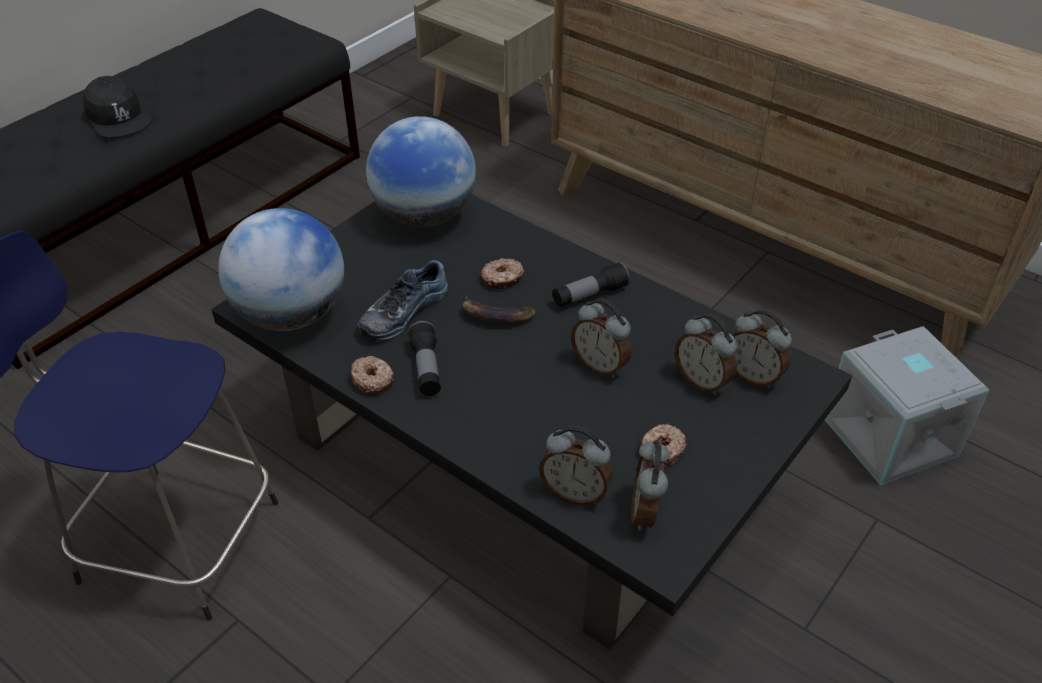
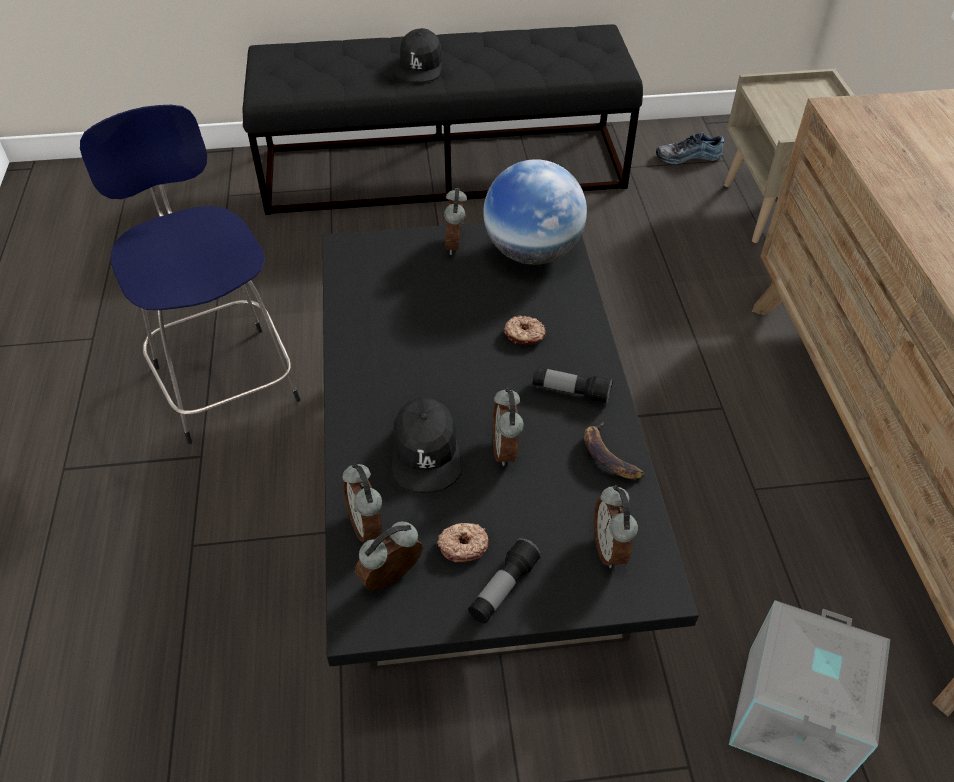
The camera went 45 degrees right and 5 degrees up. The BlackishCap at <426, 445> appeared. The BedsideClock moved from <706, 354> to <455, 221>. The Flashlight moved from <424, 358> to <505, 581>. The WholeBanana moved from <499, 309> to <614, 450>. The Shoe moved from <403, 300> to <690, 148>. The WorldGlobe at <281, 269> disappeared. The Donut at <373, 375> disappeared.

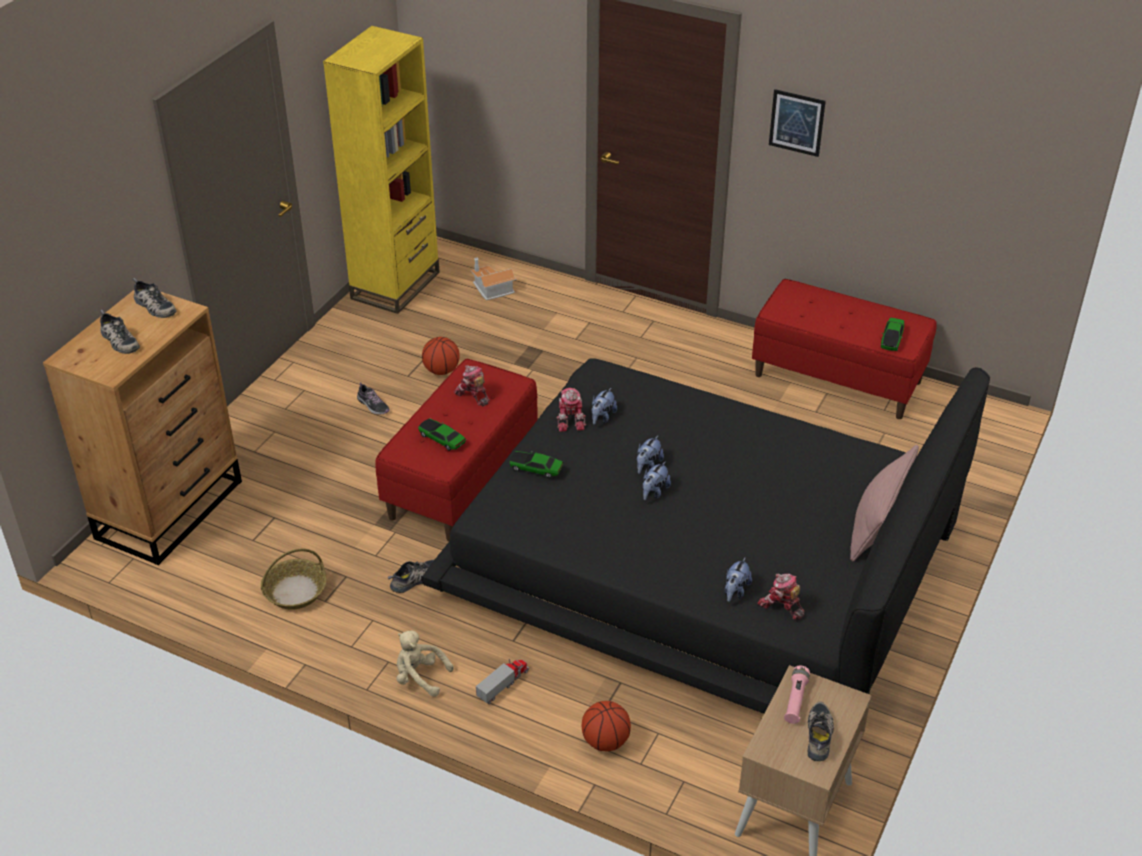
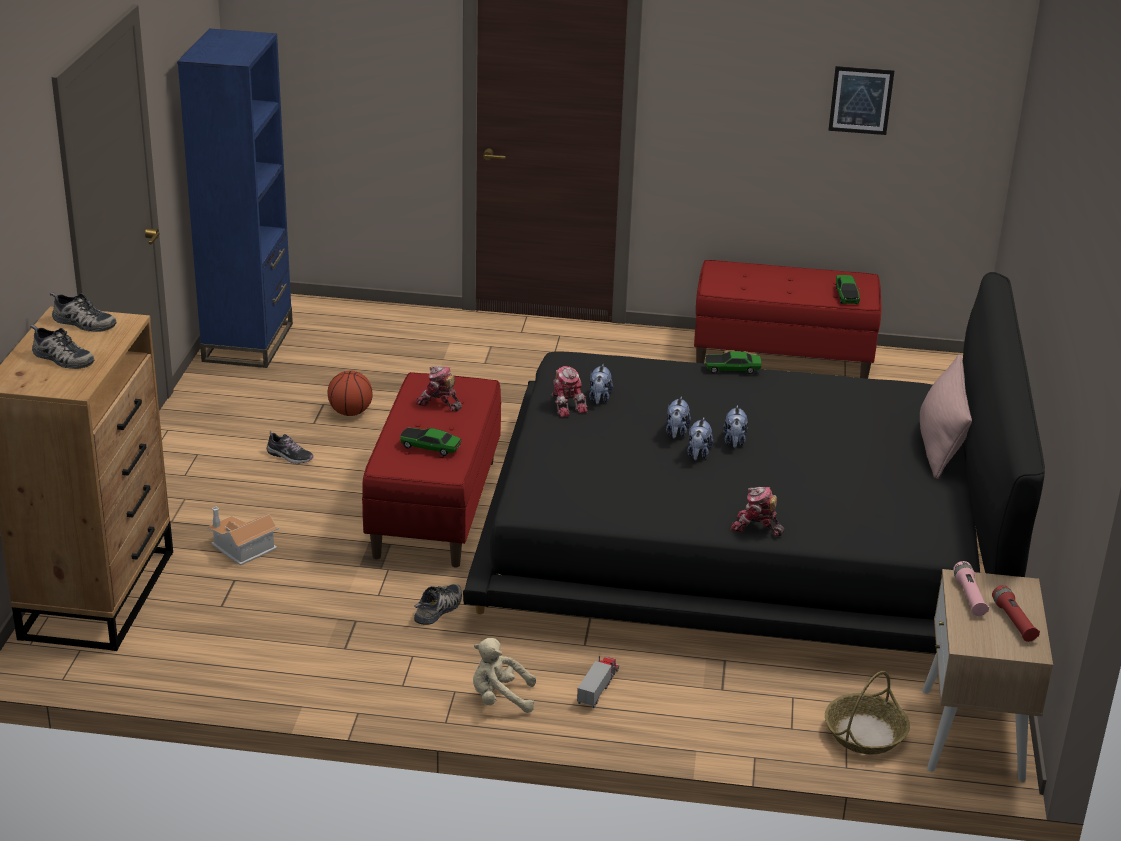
The camera went 20 degrees left and 10 degrees down. The YellowishBookcase at <381, 170> became the BlueColouredBookcase at <235, 198>. The ToyHouse moved from <493, 279> to <243, 536>. The MiniatureCar moved from <536, 464> to <733, 362>. The PlushToy moved from <738, 579> to <735, 426>. The ToyRobot moved from <780, 597> to <757, 511>. The Basket moved from <294, 579> to <867, 712>. The WallPicture moved from <797, 123> to <861, 100>. The Shoe at <820, 731> was replaced by the RedColouredFlashlight at <1016, 613>. The BallForBasketball at <606, 726> disappeared.

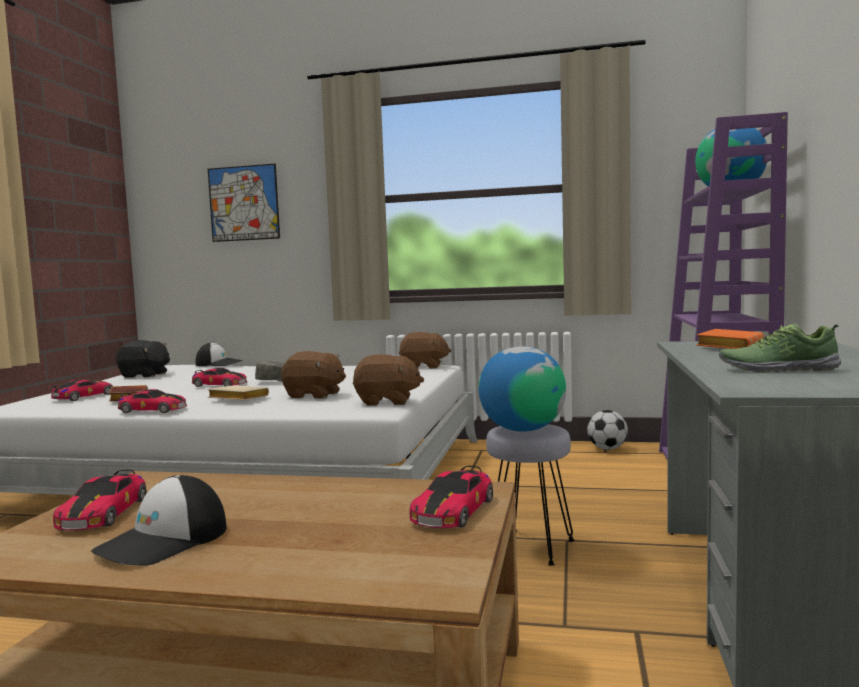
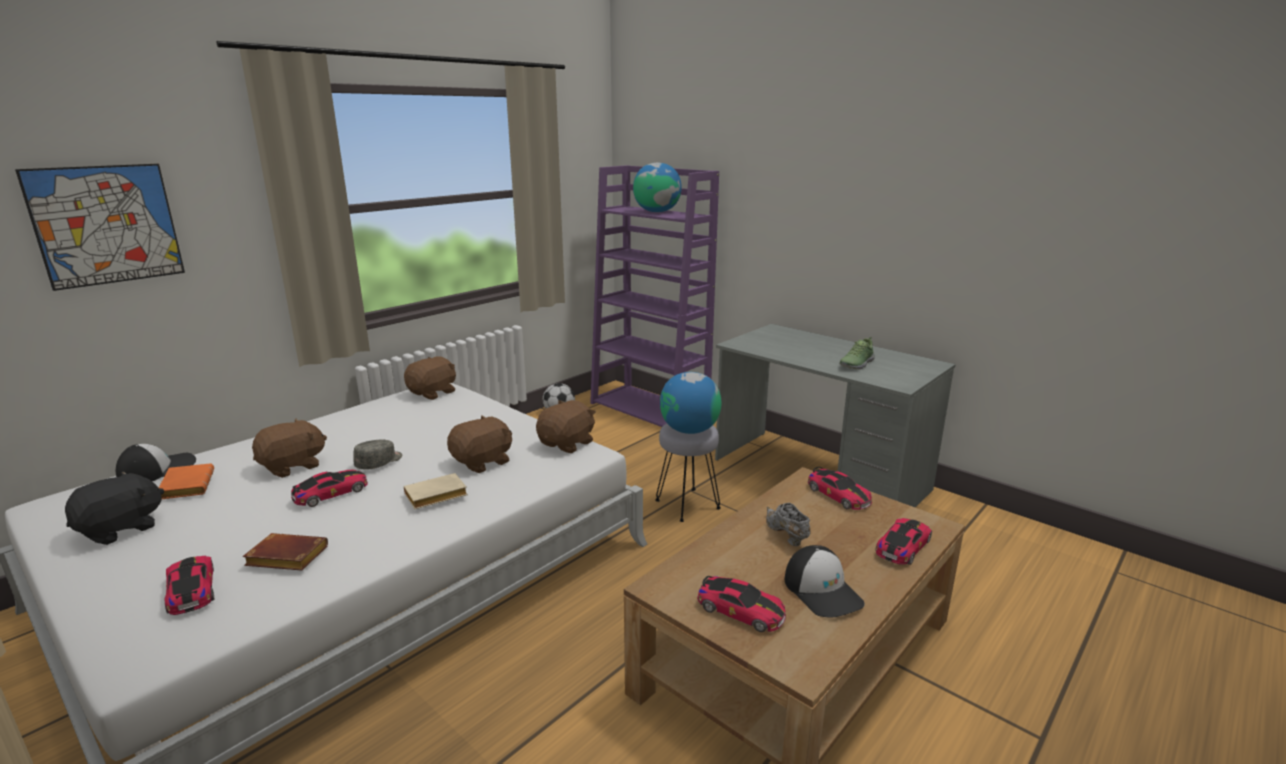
The camera went 60 degrees left and 15 degrees up. The OrangeVolume moved from <730, 339> to <186, 481>. The BrownishPlushToy at <289, 448> appeared. The GrayShoe at <788, 524> appeared. The MiniatureCar moved from <152, 401> to <903, 541>.

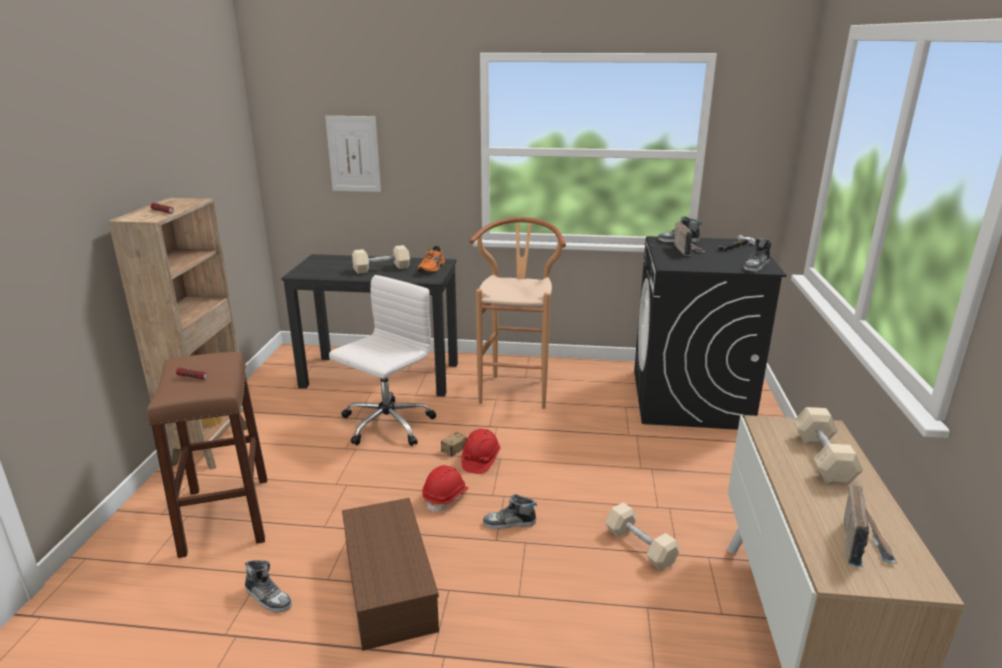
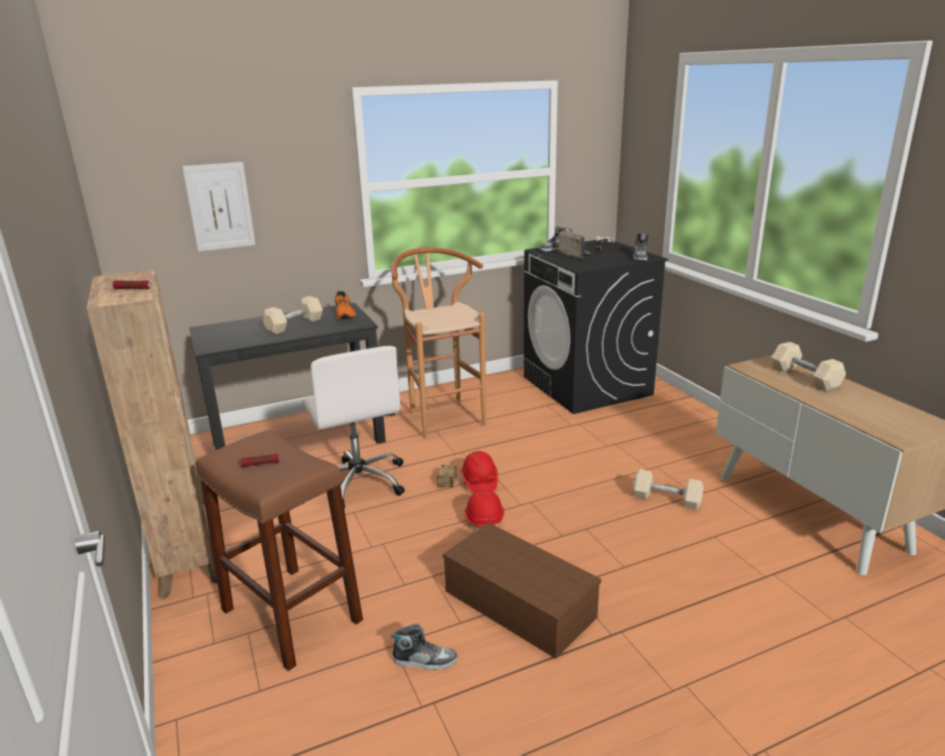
The camera went 30 degrees left and 0 degrees up. The WhitishDeskChair at <383, 360> turned 150 degrees clockwise. The Shoe at <510, 511> disappeared. The Radio at <871, 526> disappeared.

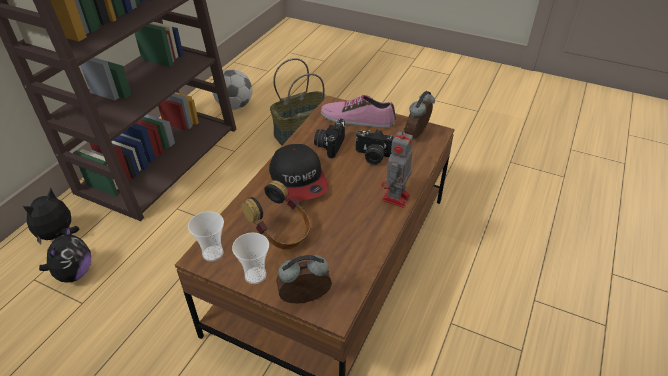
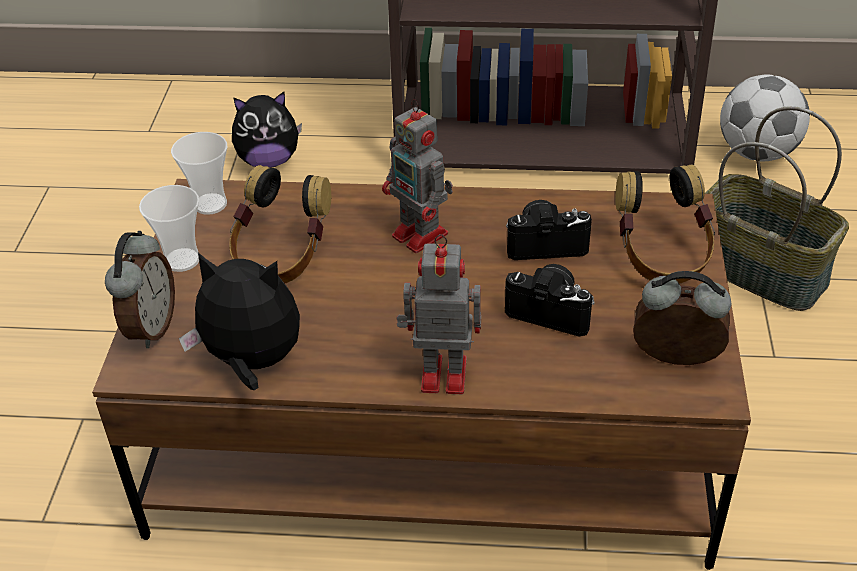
The camera went 70 degrees right and 0 degrees up. The BedsideClock at <304, 279> turned 45 degrees clockwise. The PlushToy moved from <51, 216> to <239, 321>. The Cap at <299, 172> was replaced by the ToyRobot at <417, 176>. The PhotoCamera at <374, 147> turned 120 degrees clockwise. The Shoe at <358, 111> was replaced by the PairOfHeadphones at <665, 224>.

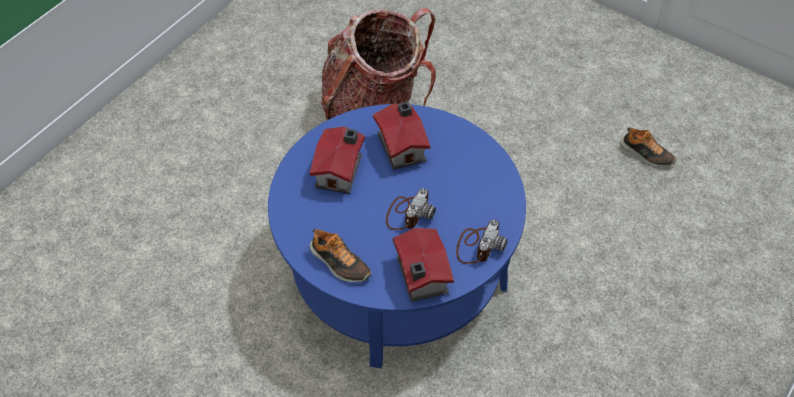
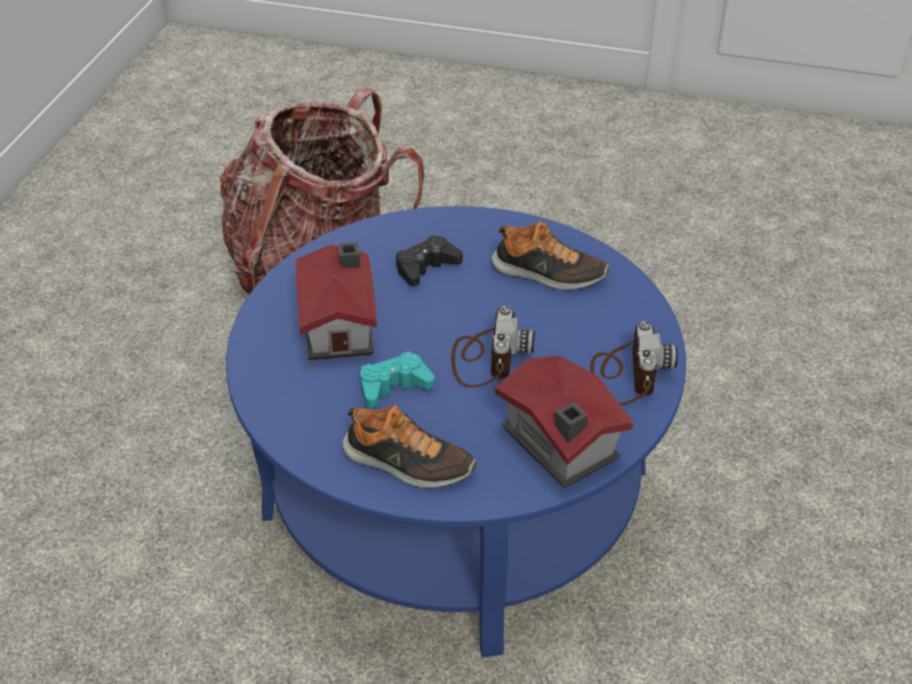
The camera went 20 degrees left and 10 degrees down. The BlueGreenJoypad at <397, 379> appeared. The ToyHouse at <402, 136> was replaced by the BlackishJoypad at <429, 260>. The Shoe moved from <648, 147> to <550, 255>.

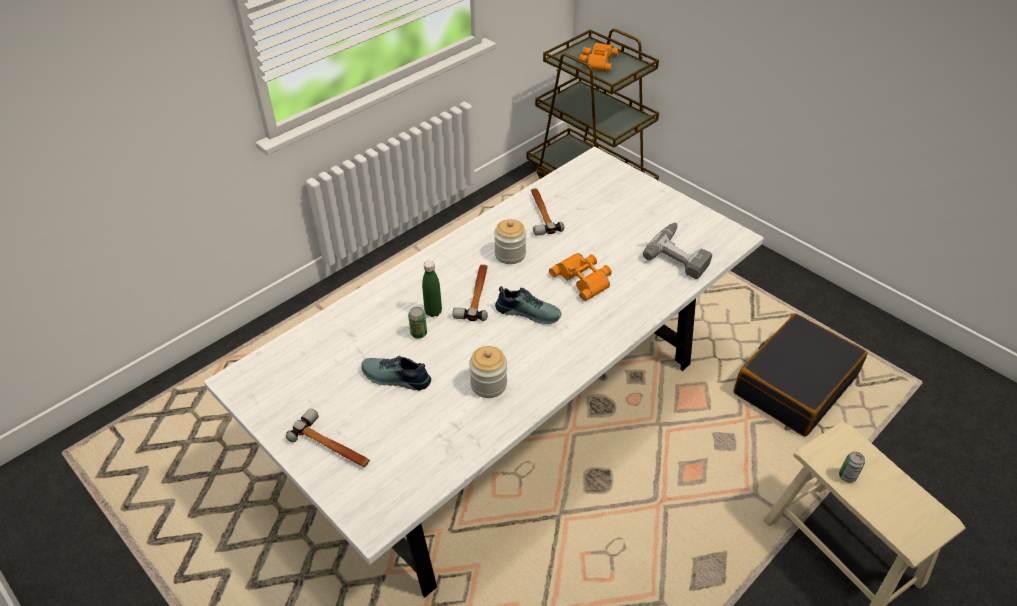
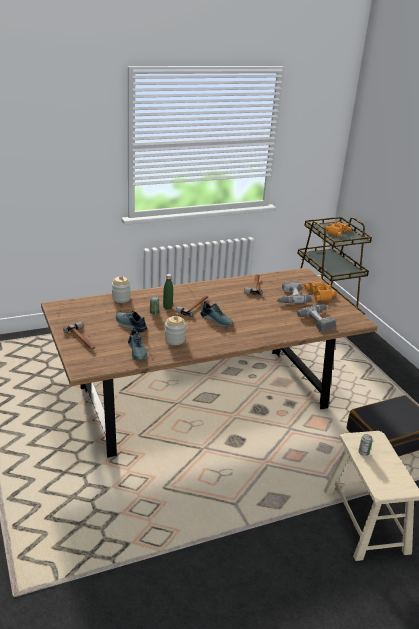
The camera went 20 degrees right and 15 degrees down. The WhitishKitchenTable at <484, 372> became the BrownishKitchenTable at <209, 363>. The StorageJar moved from <510, 241> to <121, 289>. The Shoe at <138, 343> appeared. The Drill at <294, 292> appeared. The OrangeFieldGlasses moved from <580, 277> to <320, 291>.

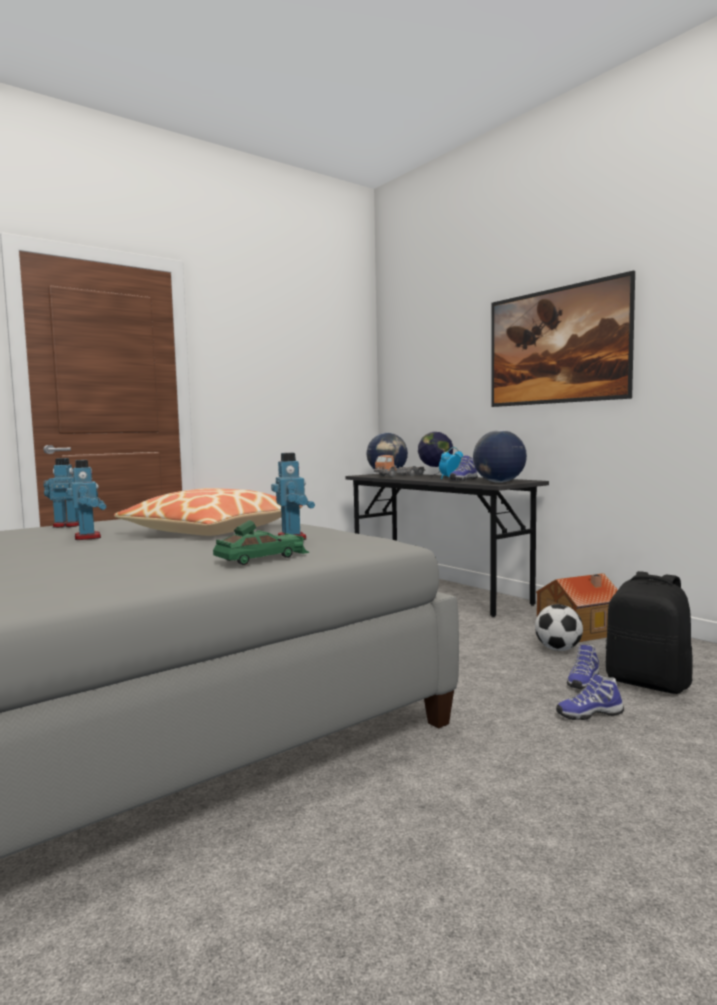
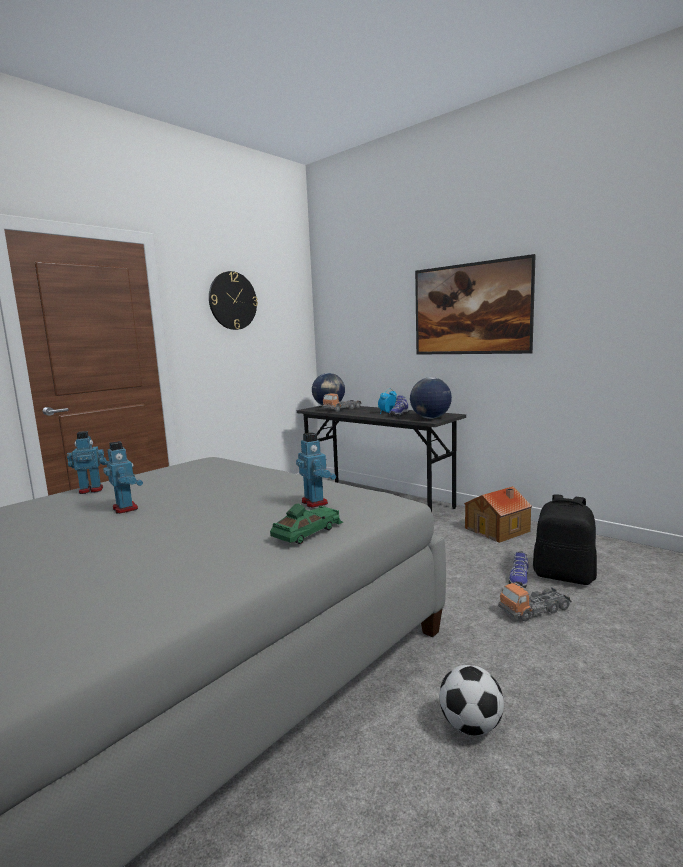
The camera went 10 degrees left and 5 degrees up. The WallClock at <233, 300> appeared. The Football moved from <559, 627> to <471, 700>. The Shoe at <590, 697> was replaced by the ModelTruck at <535, 601>. The Cushion at <208, 512> disappeared. The WorldGlobe at <435, 454> disappeared.

